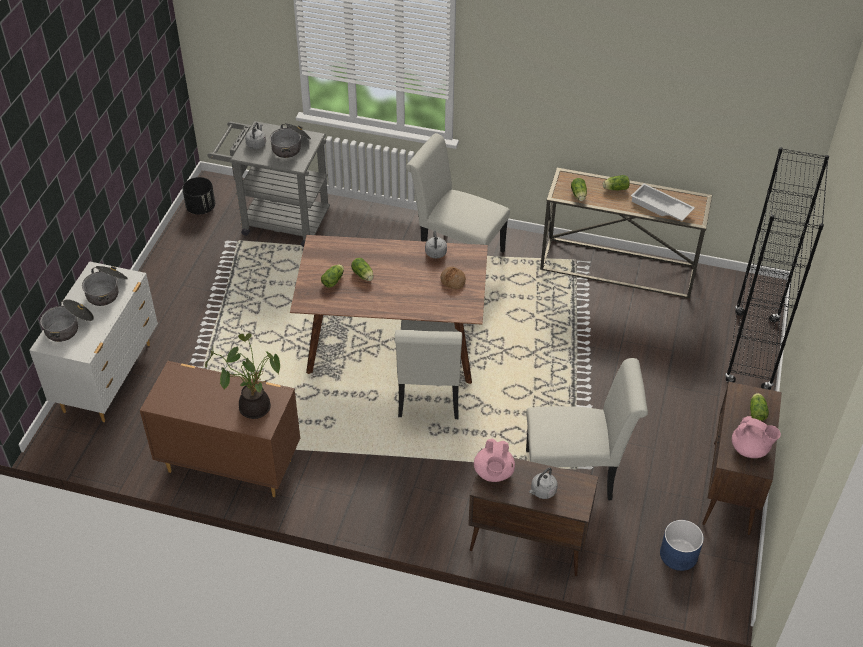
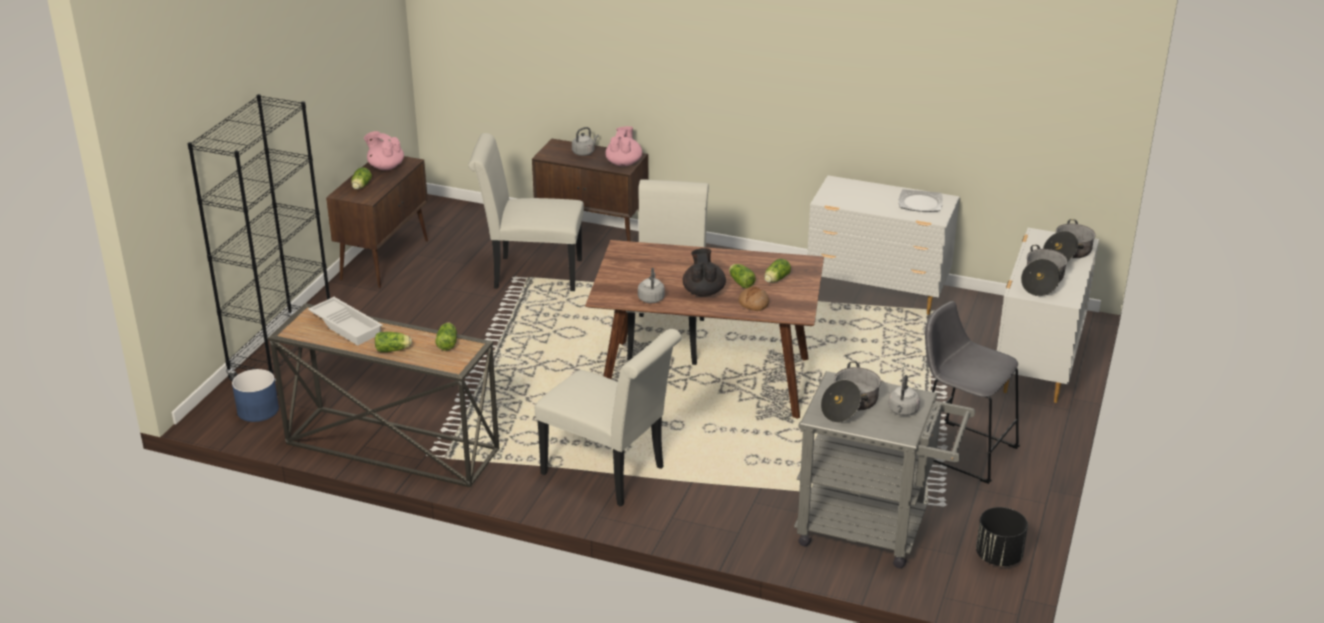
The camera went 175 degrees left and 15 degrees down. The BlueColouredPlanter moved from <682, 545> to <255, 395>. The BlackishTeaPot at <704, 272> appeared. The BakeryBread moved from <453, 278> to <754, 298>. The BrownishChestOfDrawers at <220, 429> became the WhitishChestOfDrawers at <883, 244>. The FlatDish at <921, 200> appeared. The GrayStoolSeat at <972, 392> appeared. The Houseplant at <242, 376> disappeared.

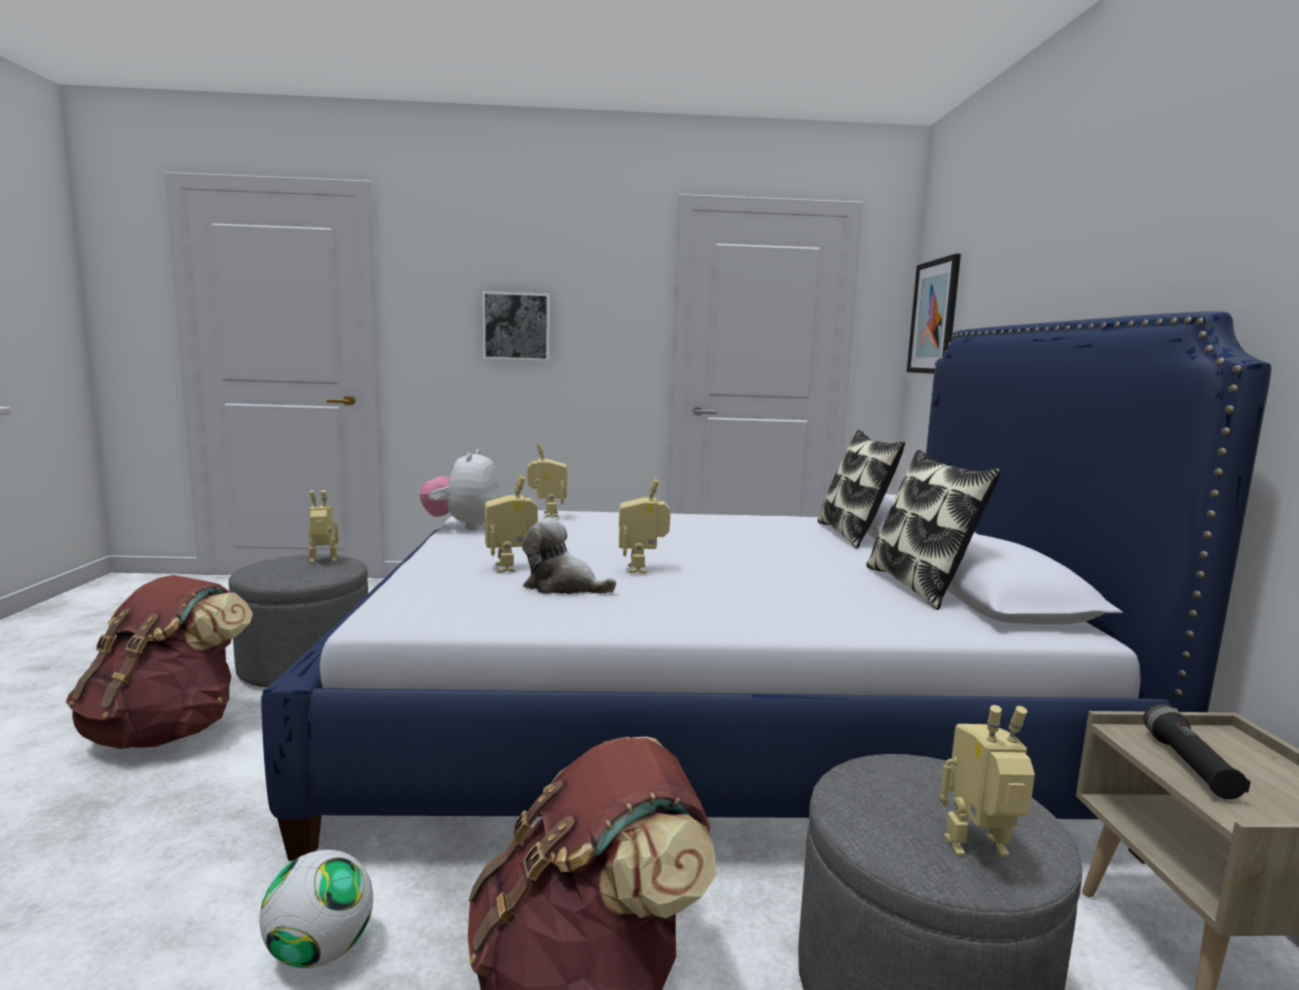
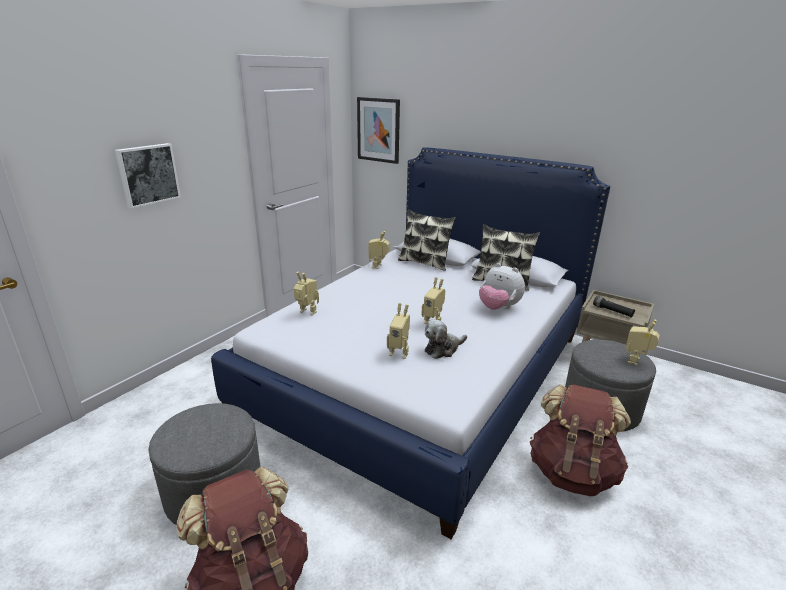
The camera went 55 degrees left and 15 degrees up. The ToyRobot moved from <324, 526> to <379, 250>. The PlushToy moved from <460, 489> to <502, 286>. The Football at <316, 909> disappeared.

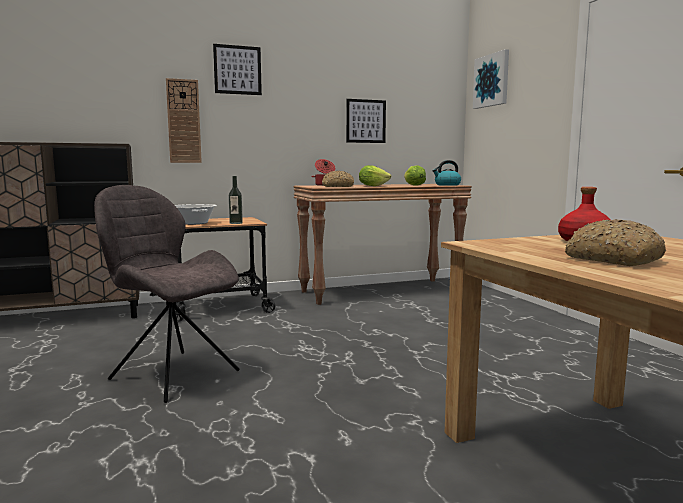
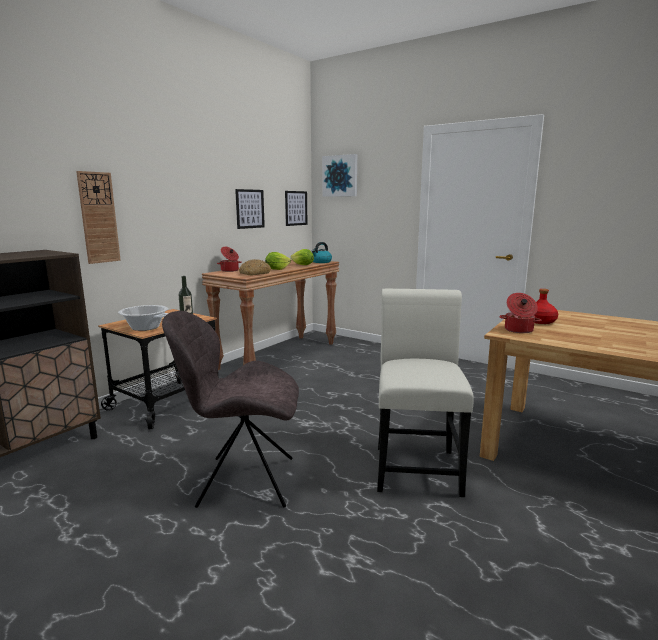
The camera went 35 degrees left and 5 degrees up. The WallPicture moved from <237, 69> to <296, 208>. The WhitishUprightChair at <425, 392> appeared. The Stockpot at <520, 313> appeared. The BakeryBread at <615, 242> disappeared.

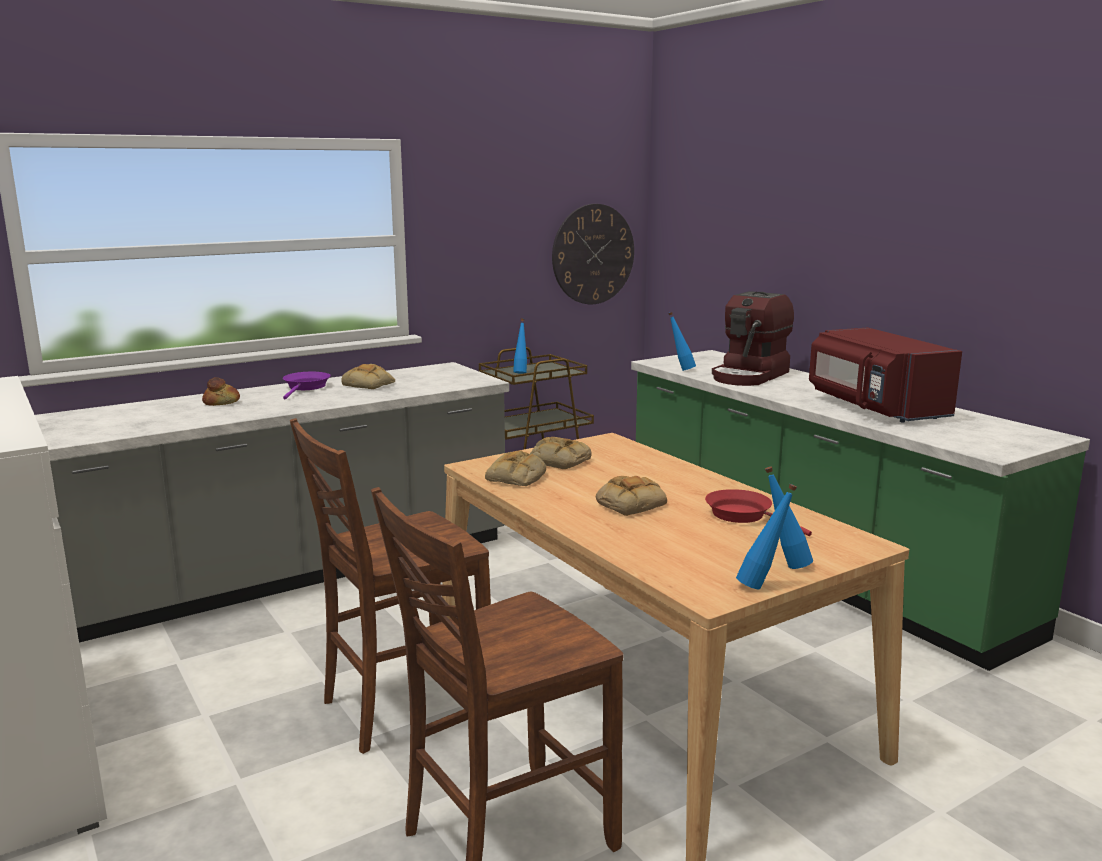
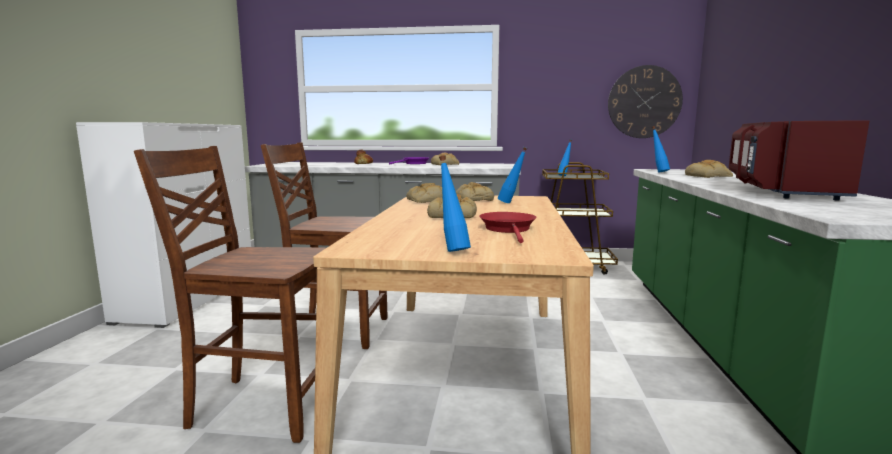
The camera went 40 degrees right and 5 degrees down. The BlueColouredBeverageBottle moved from <766, 536> to <512, 175>. The CoffeeBrewer at <753, 338> was replaced by the BakeryBread at <709, 169>.

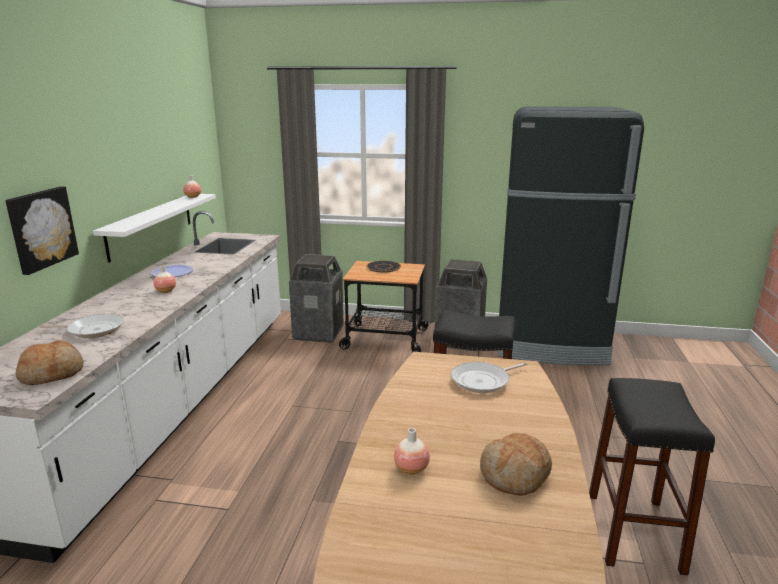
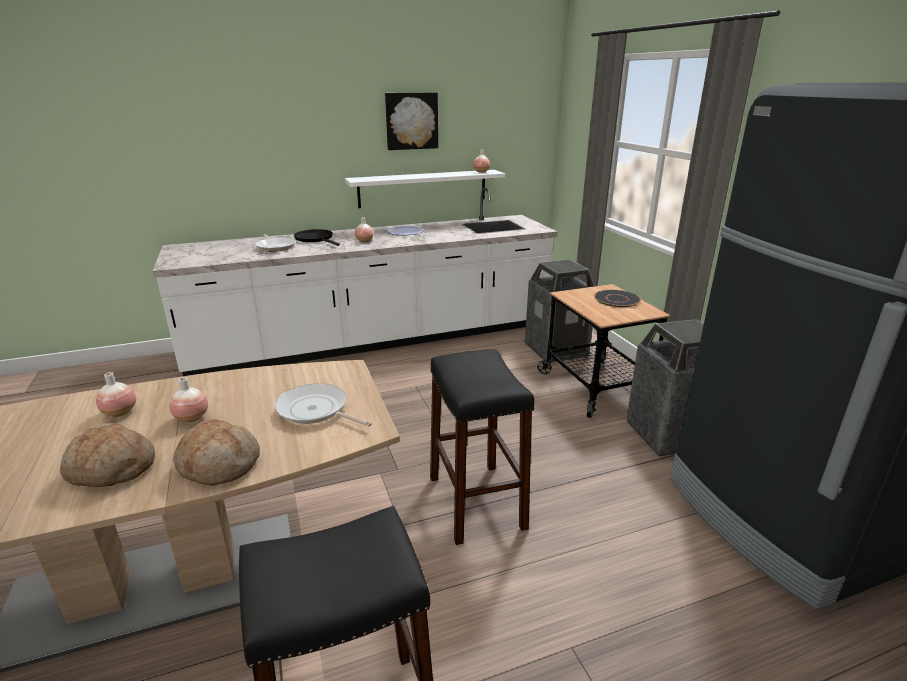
The camera went 60 degrees right and 5 degrees up. The Vase at <189, 399> appeared. The BakeryBread moved from <49, 362> to <216, 452>. The BlackishFryingPan at <317, 237> appeared. The WallPicture moved from <42, 230> to <411, 121>.

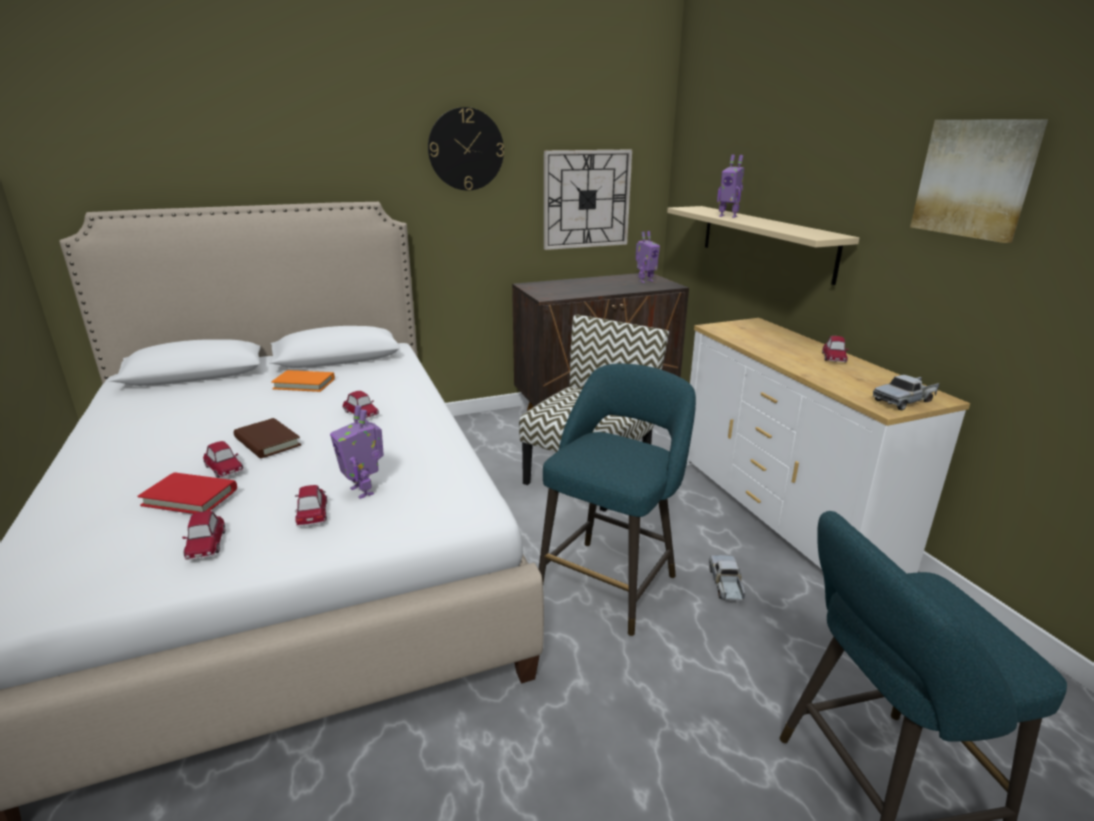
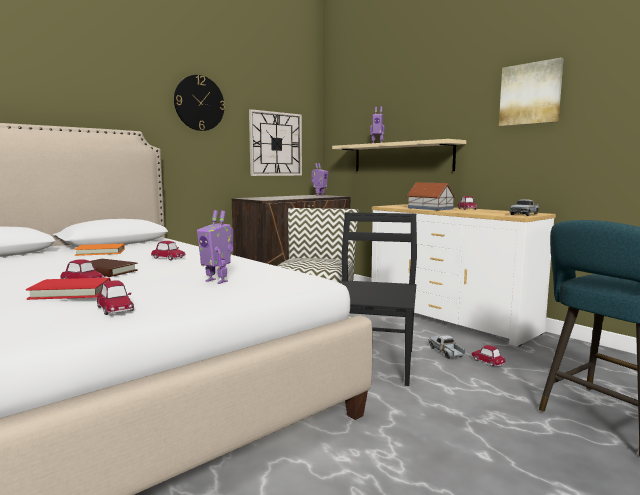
The camera went 20 degrees left and 15 degrees down. The BlueGreenStoolSeat at <617, 500> was replaced by the BlackishUprightChair at <378, 299>. The ToyHouse at <431, 196> appeared. The MiniatureCar moved from <311, 506> to <489, 356>.

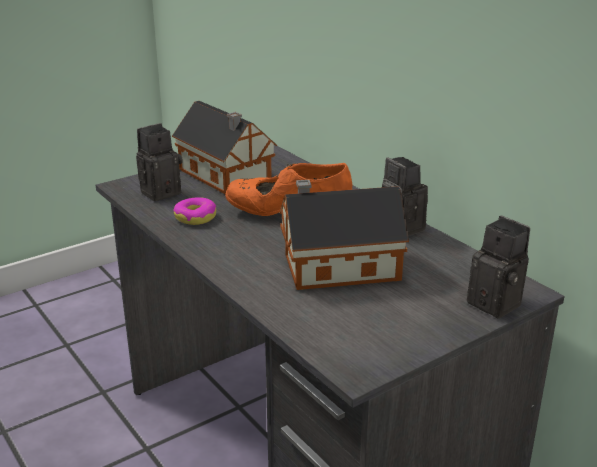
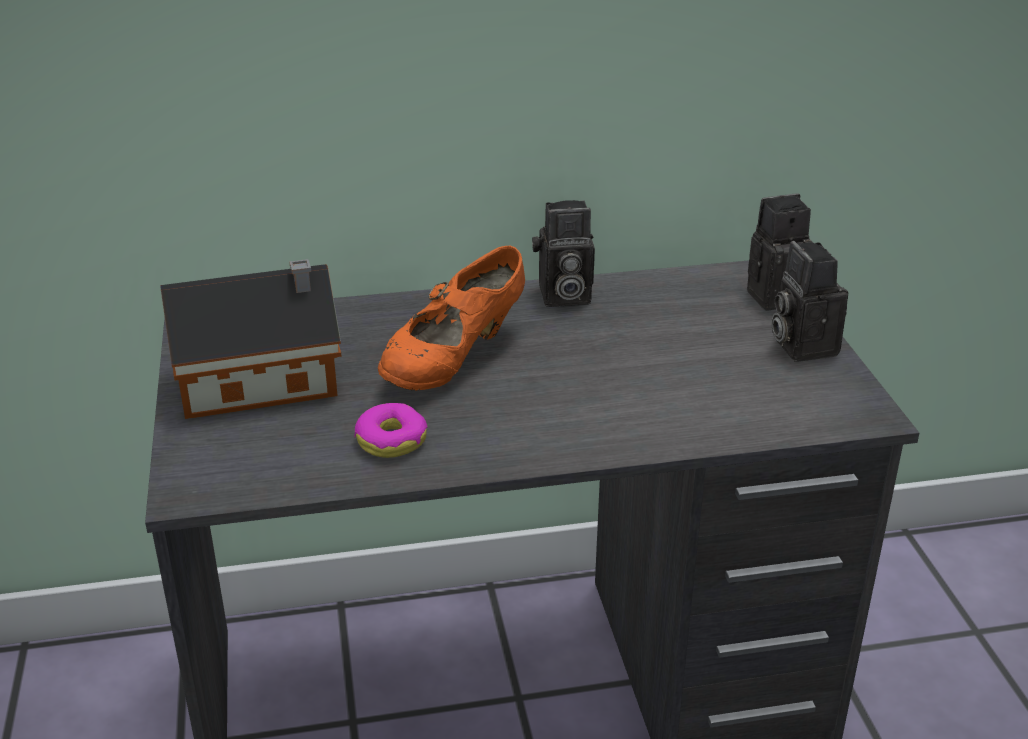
The camera went 65 degrees left and 5 degrees up. The PhotoCamera moved from <159, 162> to <809, 301>. The ToyHouse at <344, 235> disappeared.

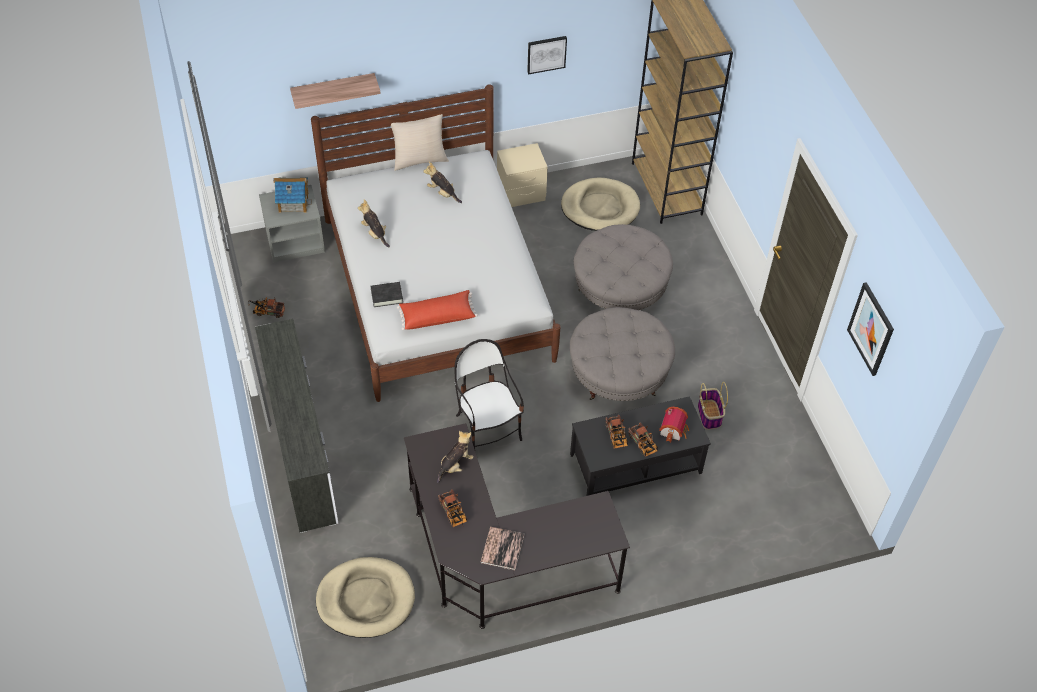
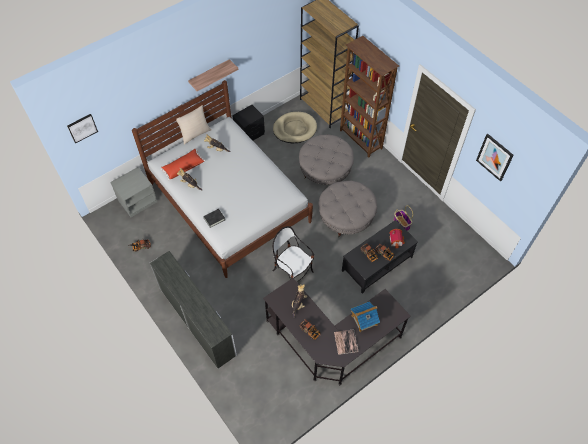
The camera went 20 degrees left and 5 degrees up. The WallPicture moved from <547, 55> to <82, 129>. The RedColouredCushion moved from <437, 310> to <183, 164>. The WallShelf moved from <335, 91> to <213, 75>. The SandColouredNightstand at <522, 175> became the BlackishNightstand at <248, 123>. The BrownishBookcase at <369, 97> appeared. The ToyHouse moved from <292, 195> to <365, 316>. The SandColouredDogBed at <365, 597> disappeared.

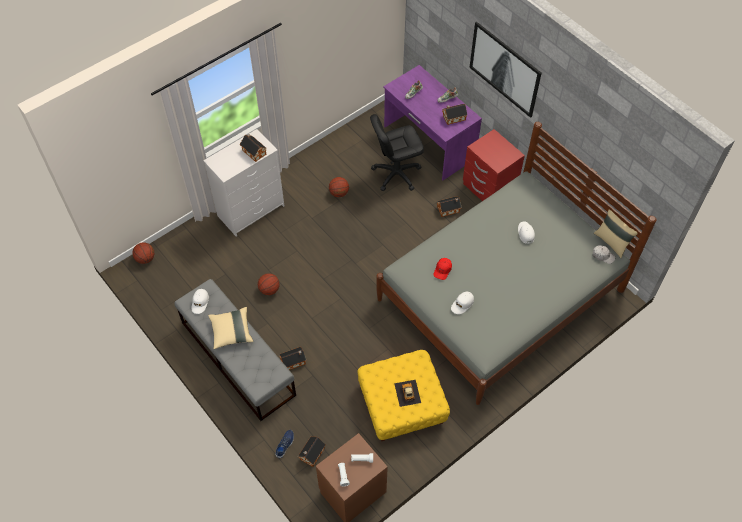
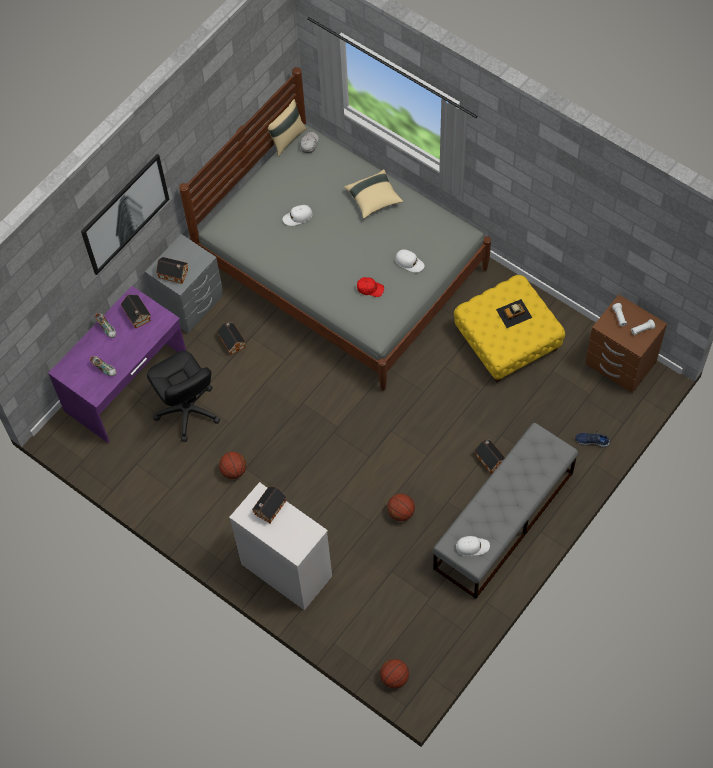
The camera went 100 degrees left and 5 degrees up. The RedColouredNightstand at <494, 165> became the GrayNightstand at <184, 283>. The ToyHouse moved from <312, 451> to <172, 270>. The SandColouredCushion moved from <231, 328> to <373, 194>.

